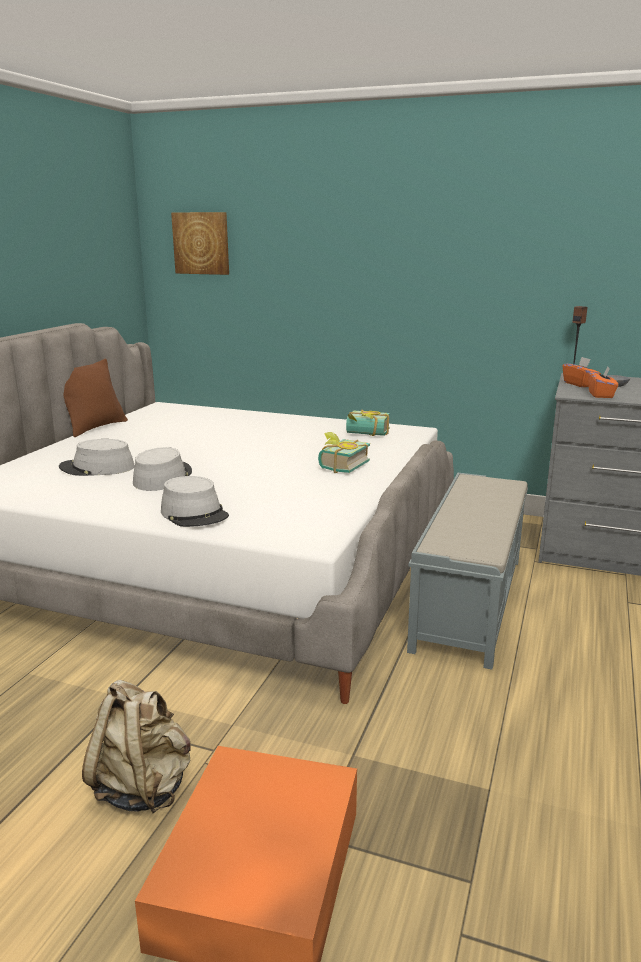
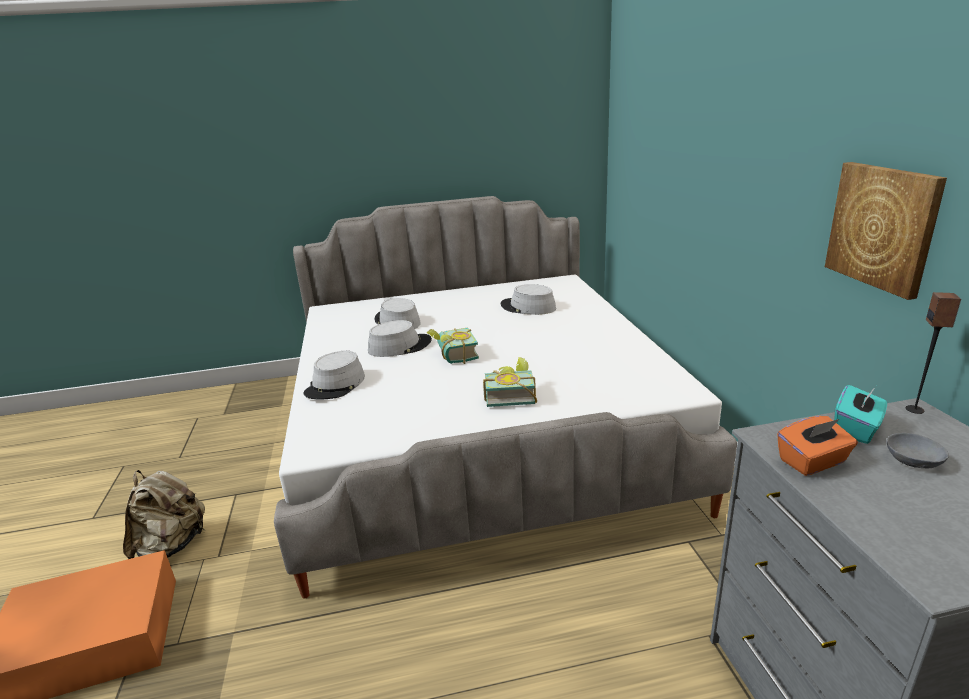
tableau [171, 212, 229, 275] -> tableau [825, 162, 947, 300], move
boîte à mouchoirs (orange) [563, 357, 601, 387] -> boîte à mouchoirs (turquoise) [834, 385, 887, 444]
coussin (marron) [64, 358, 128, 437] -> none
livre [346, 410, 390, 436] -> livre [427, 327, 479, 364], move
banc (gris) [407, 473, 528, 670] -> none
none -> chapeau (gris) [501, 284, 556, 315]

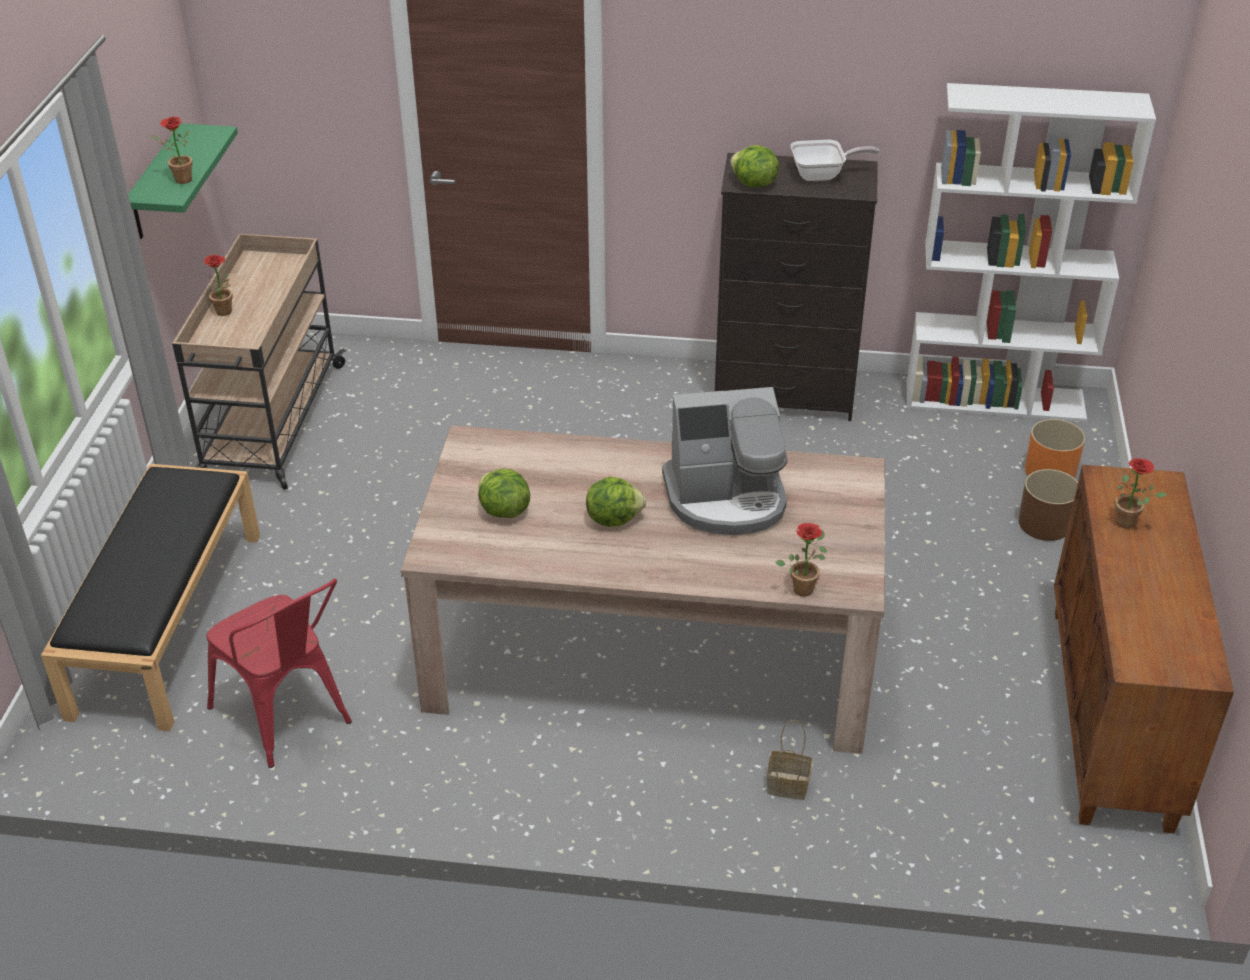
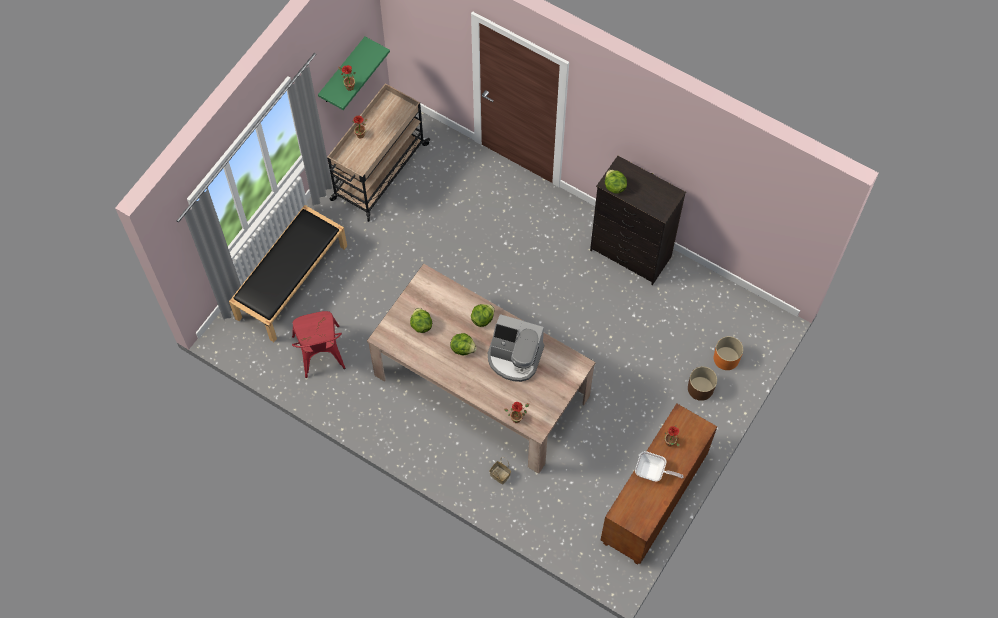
bibliothèque (blanc) [907, 83, 1156, 422] -> none
poêle [791, 140, 880, 181] -> poêle [635, 451, 684, 481], move
none -> laitue [471, 304, 495, 327]

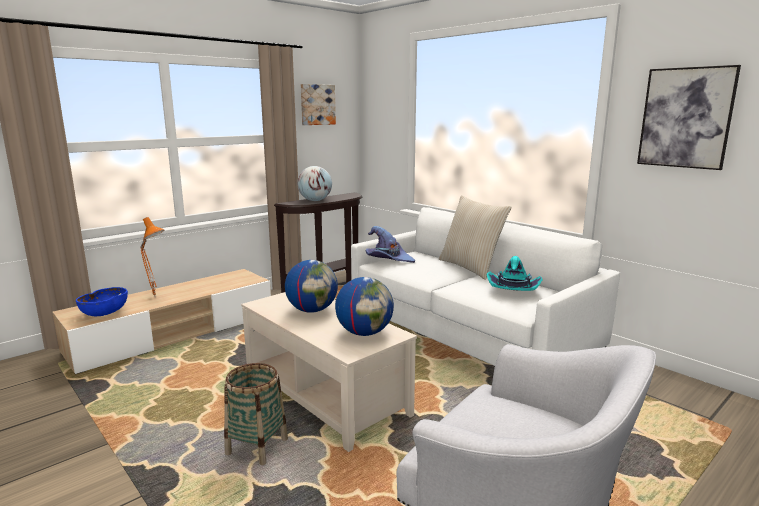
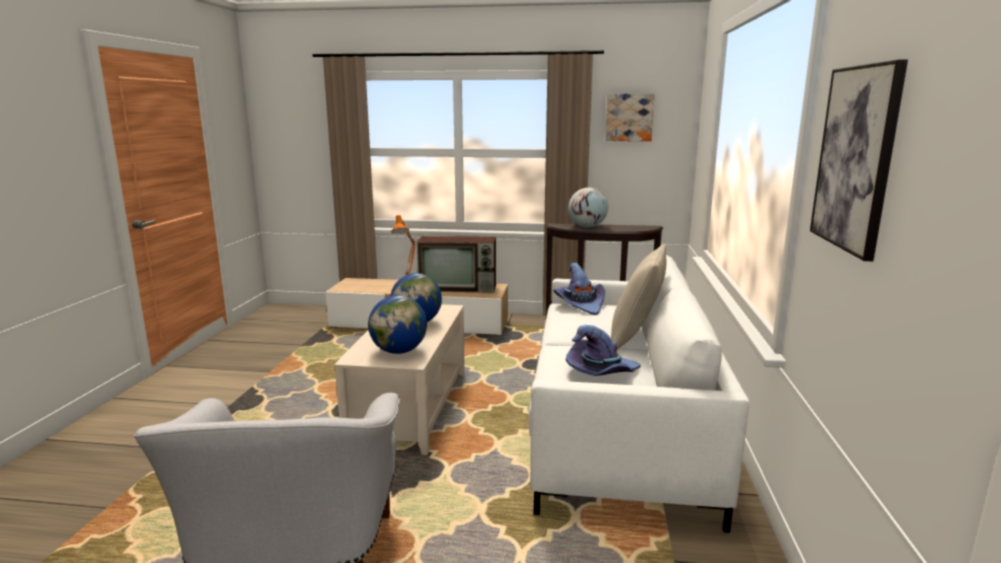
chapeau (turquoise) [487, 256, 542, 291] -> chapeau (violet) [566, 325, 641, 376]
bol (bleu) [76, 287, 128, 316] -> none
panier [224, 363, 288, 465] -> none
none -> téléviseur [416, 236, 496, 293]

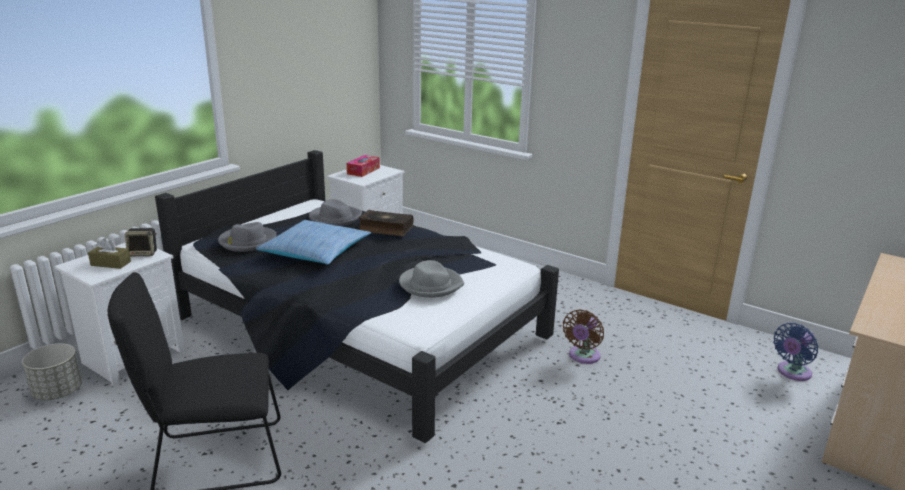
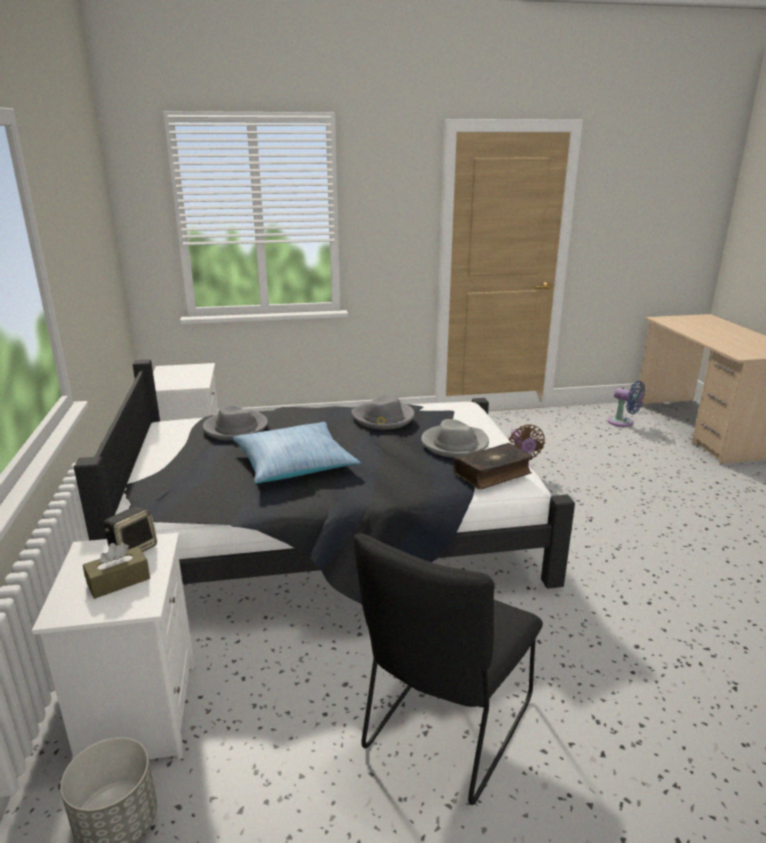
boîte à mouchoirs [347, 155, 380, 177] -> none
livre [358, 210, 413, 237] -> livre [453, 443, 533, 489], move
chapeau (gris) [218, 222, 277, 252] -> chapeau (gris) [351, 394, 415, 429], move
ventilateur (bleu) [773, 323, 819, 381] -> ventilateur (bleu) [608, 381, 645, 427], 60 degrees counterclockwise

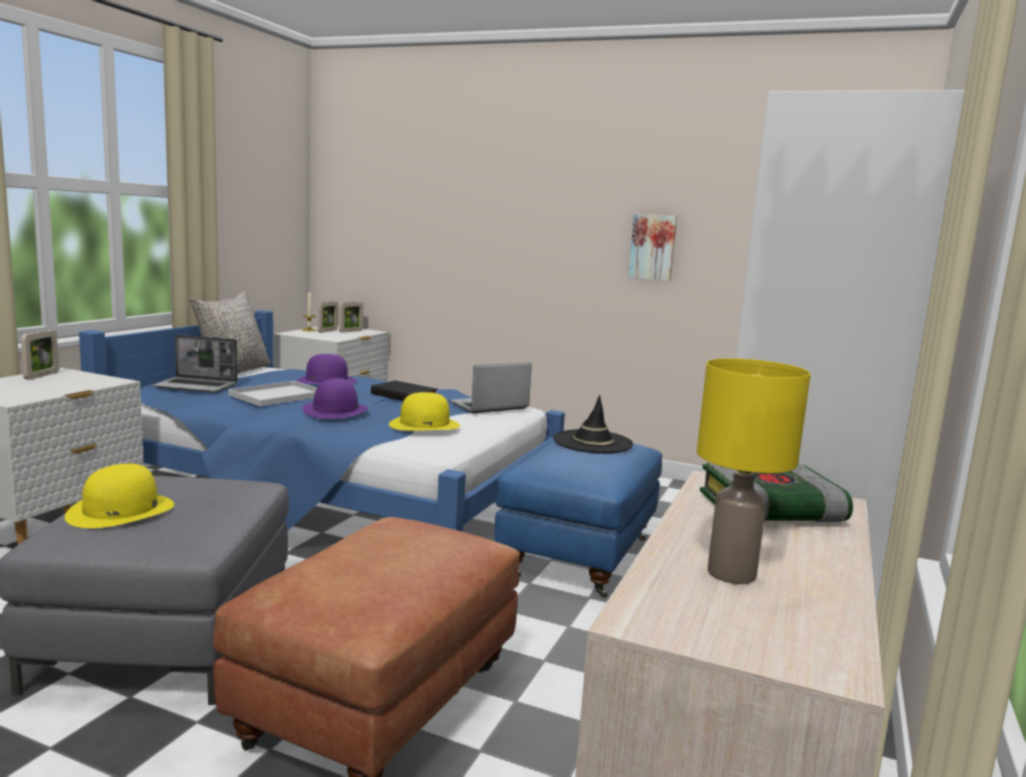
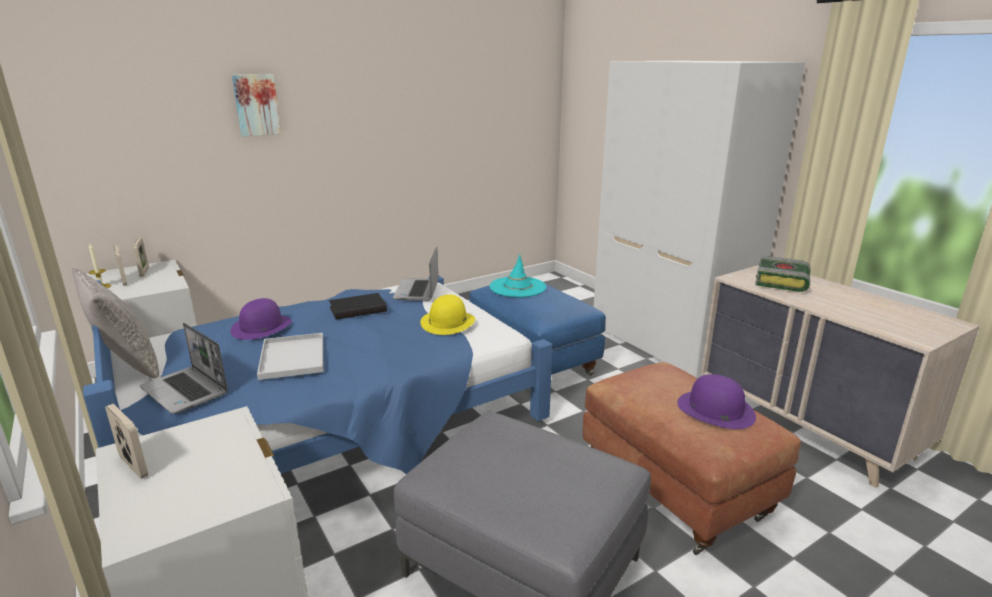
tableau [628, 214, 677, 281] -> tableau [232, 74, 281, 137], move
ordinateur portable [152, 335, 238, 393] -> ordinateur portable [140, 323, 228, 414], 90 degrees clockwise
lampe de table (jaune) [697, 358, 811, 584] -> none
chapeau (violet) [302, 378, 368, 419] -> chapeau (violet) [677, 374, 756, 429], move
chapeau (noir) [553, 395, 633, 453] -> chapeau (turquoise) [490, 254, 546, 297]
chapeau (jaune) [65, 464, 174, 528] -> none

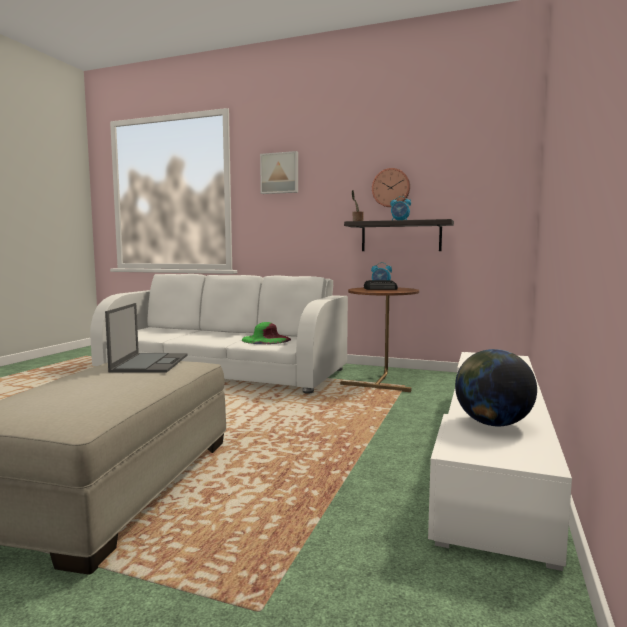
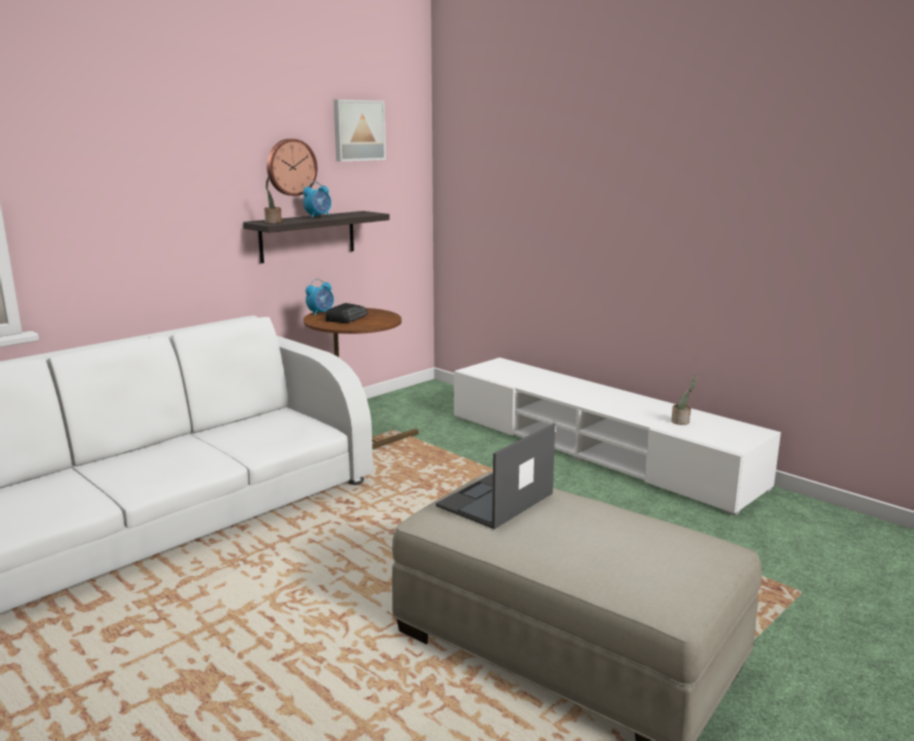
tableau [260, 151, 298, 194] -> tableau [334, 99, 386, 162], move
ordinateur portable [105, 303, 187, 372] -> ordinateur portable [436, 423, 555, 529], 75 degrees counterclockwise
chapeau (vert) [241, 322, 291, 344] -> none
globe [455, 349, 537, 426] -> plante en pot [671, 375, 697, 425]

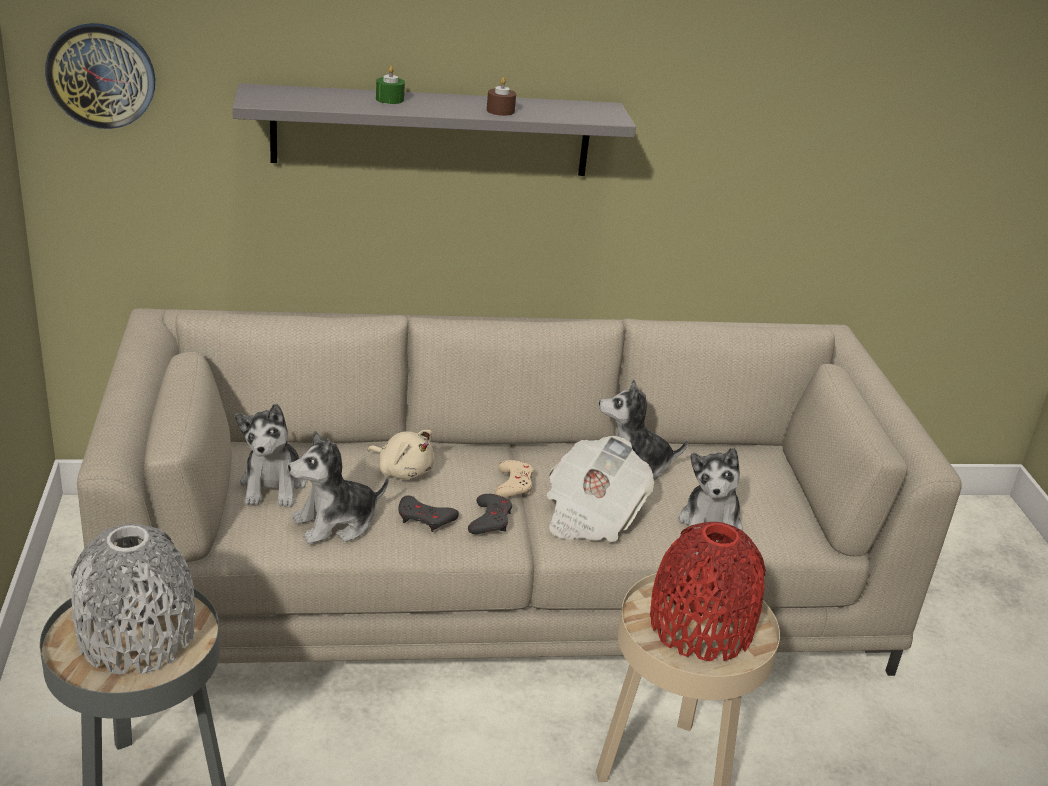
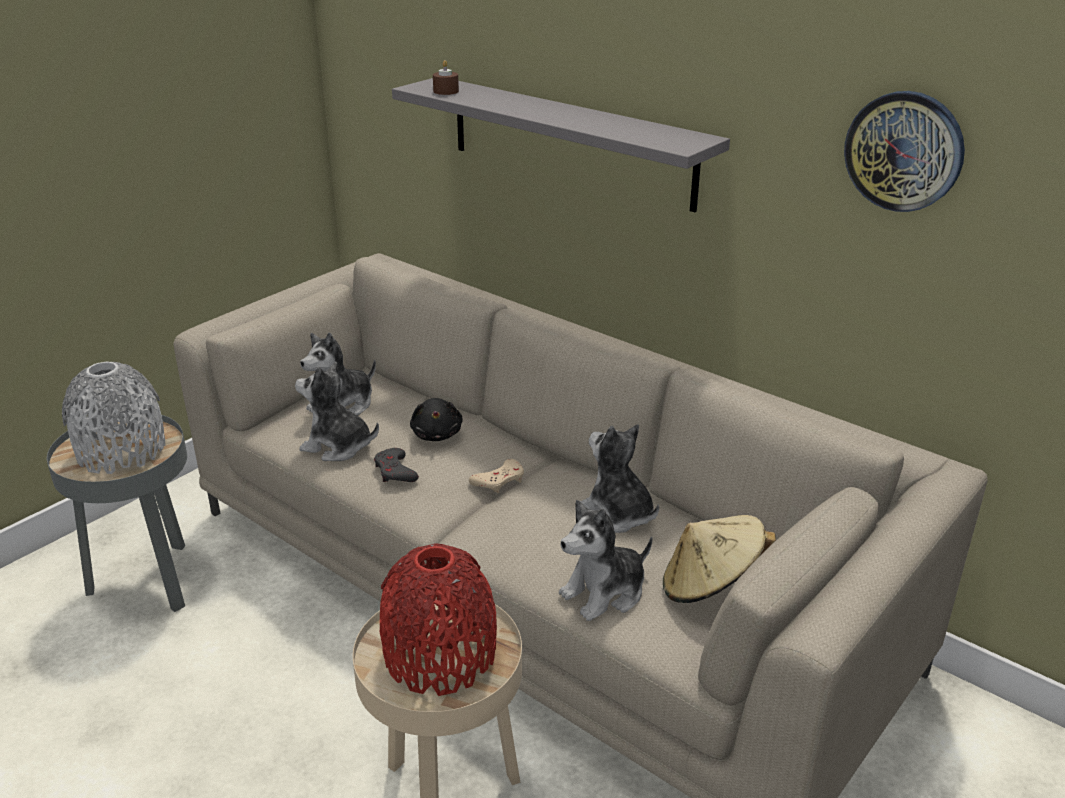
horloge murale [45, 23, 155, 129] -> horloge murale [844, 91, 965, 212], move
bougie (vert) [376, 66, 405, 104] -> none
bougie (marron) [487, 77, 516, 116] -> bougie (marron) [433, 60, 459, 95], move
peluche (beige) [367, 430, 434, 480] -> peluche (noir) [410, 398, 463, 441]
journal [546, 436, 654, 542] -> none
manette (gris) [468, 494, 512, 534] -> none
none -> chapeau (beige) [663, 515, 776, 603]

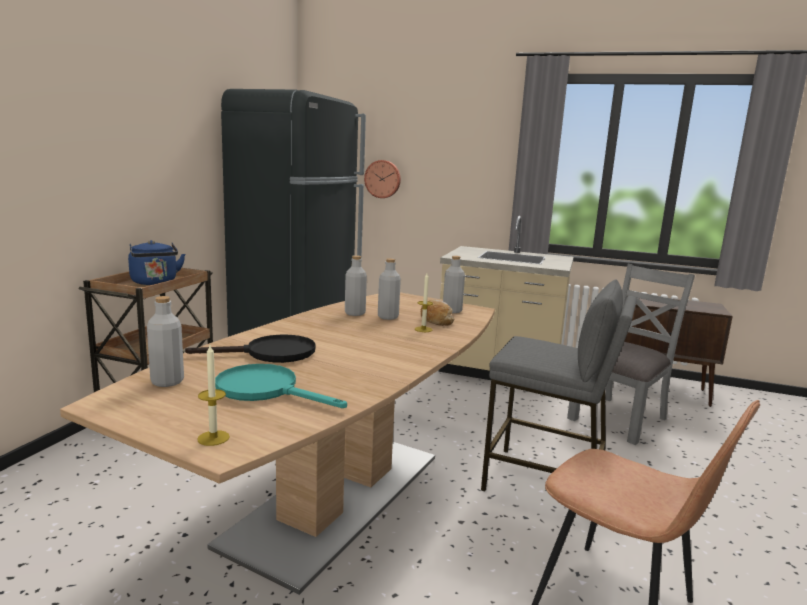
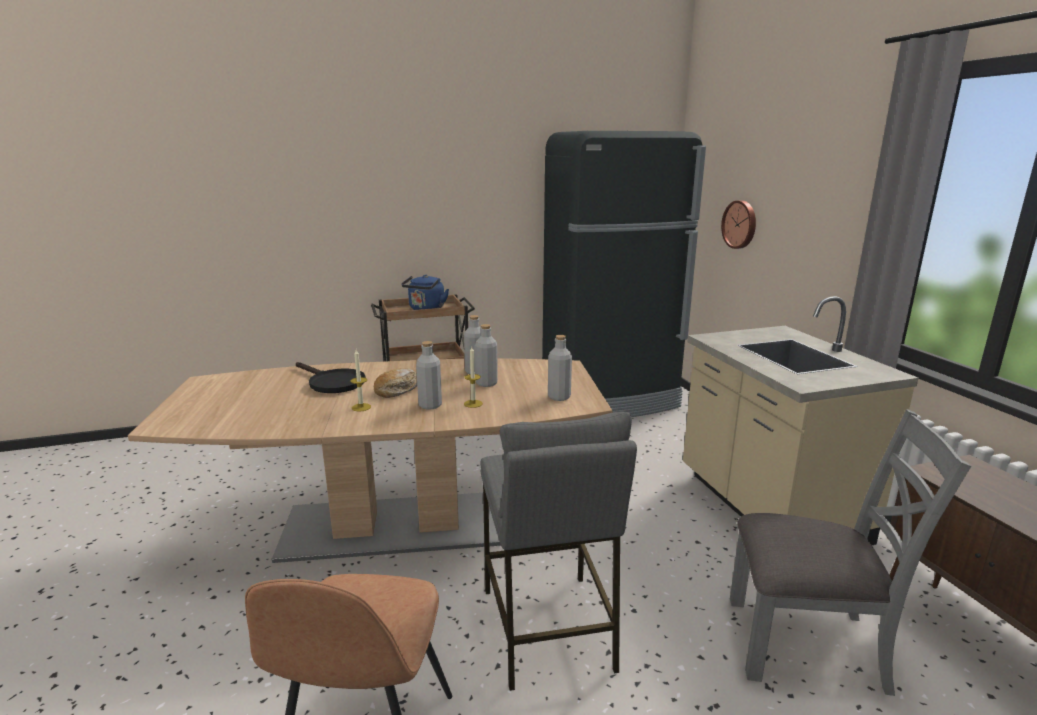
bouteille (gris) [147, 296, 184, 387] -> bouteille (gris) [416, 341, 442, 410], move
pain [421, 300, 455, 326] -> pain [374, 368, 417, 398], move
bougie [197, 345, 230, 446] -> bougie [351, 350, 371, 412], move
poêle (turquoise) [215, 364, 347, 408] -> none

